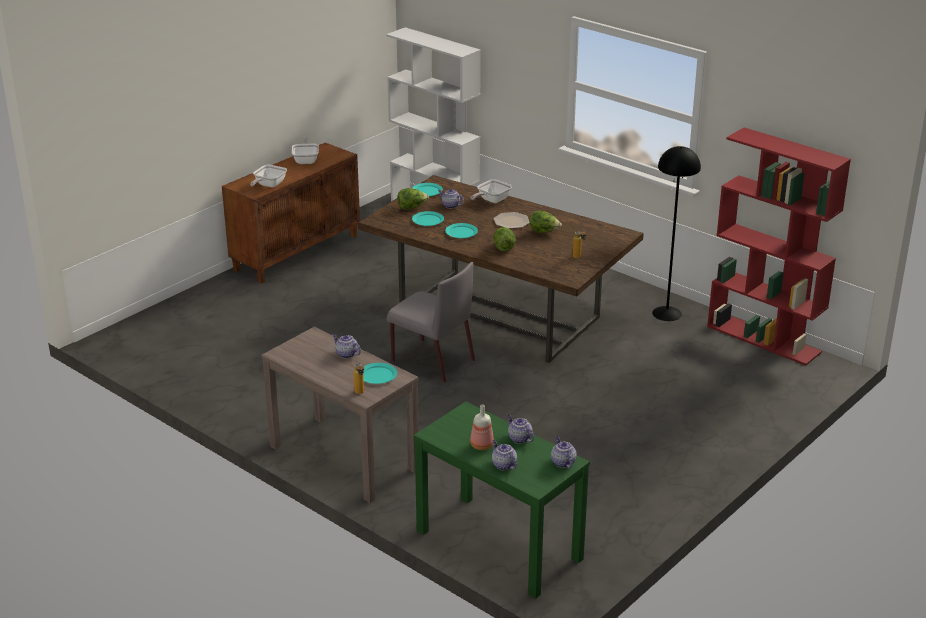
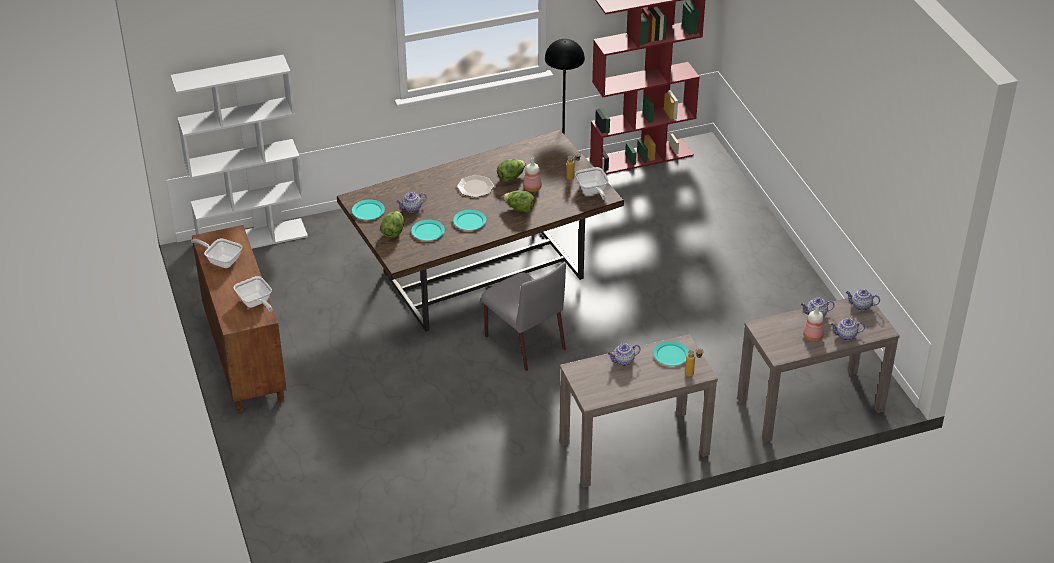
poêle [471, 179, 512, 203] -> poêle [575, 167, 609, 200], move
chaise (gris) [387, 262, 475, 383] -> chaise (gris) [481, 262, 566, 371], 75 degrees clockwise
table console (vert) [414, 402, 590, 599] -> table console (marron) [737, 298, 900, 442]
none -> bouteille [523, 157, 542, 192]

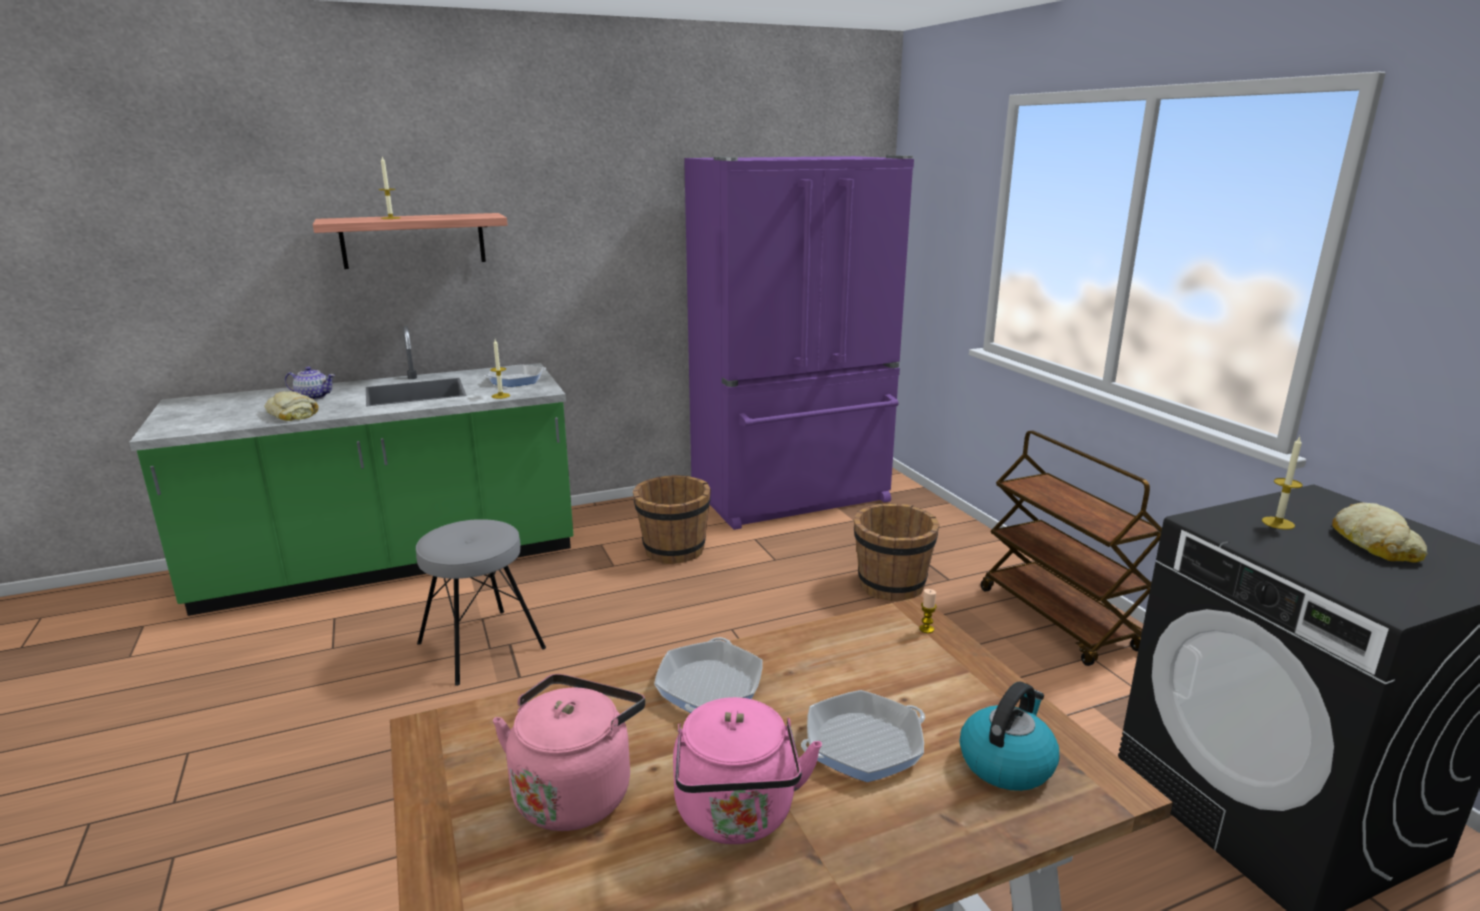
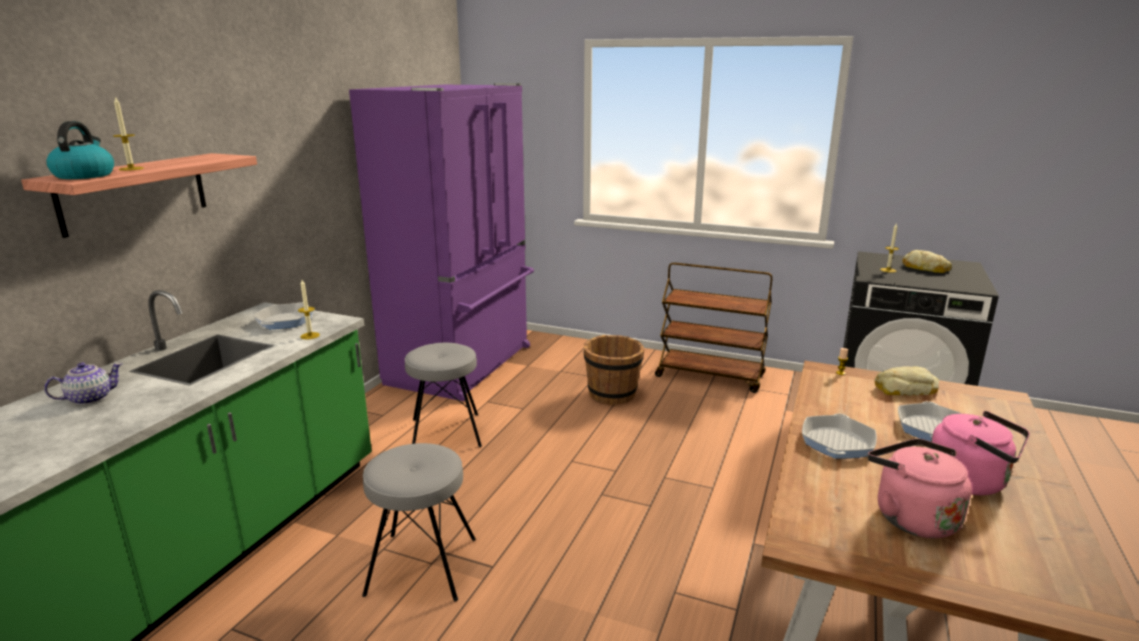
pain [265, 392, 319, 421] -> pain [875, 366, 939, 396], move
seau (marron) [633, 475, 711, 564] -> tabouret (gris) [405, 343, 482, 447]
poêle [654, 637, 762, 713] -> poêle [802, 413, 877, 459], 120 degrees counterclockwise
bouilloire [960, 682, 1059, 791] -> bouilloire [46, 121, 114, 179], move

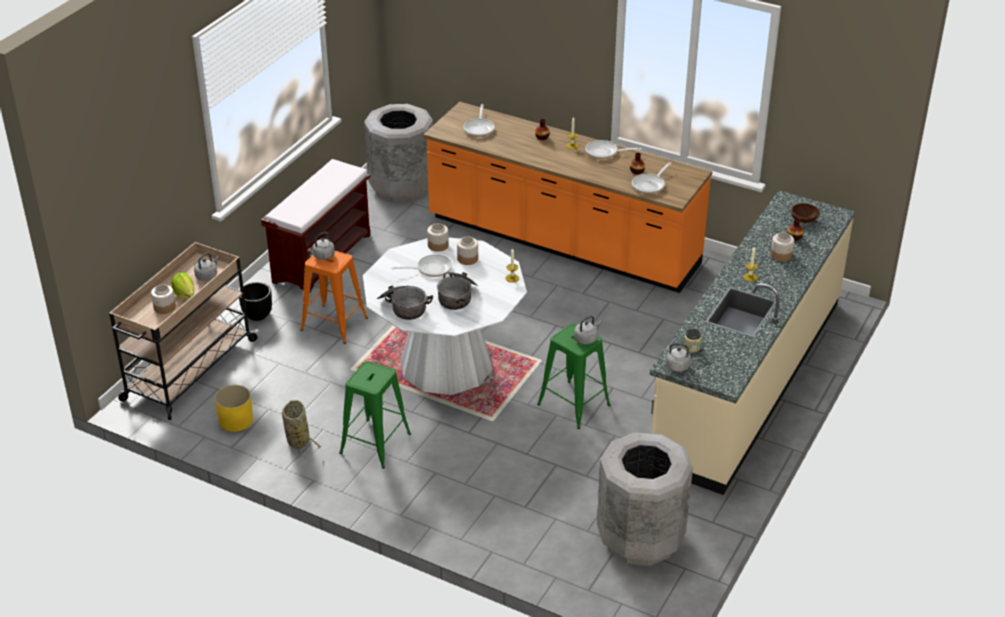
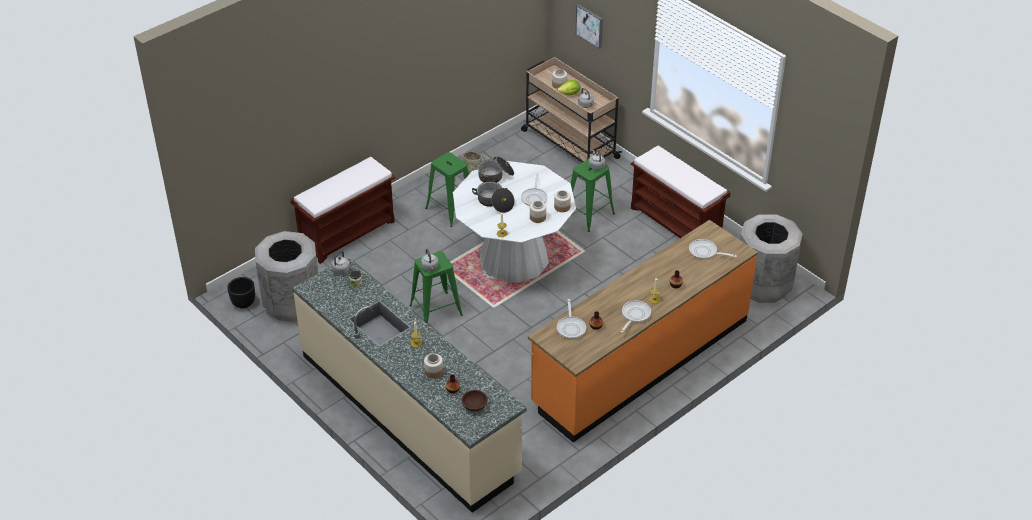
poêle [632, 162, 672, 194] -> poêle [557, 299, 586, 339], 150 degrees counterclockwise
tabouret (orange) [300, 251, 368, 344] -> tabouret (vert) [571, 158, 615, 232]
cache-pot (noir) [239, 282, 272, 321] -> cache-pot (noir) [227, 277, 255, 309], move
cache-pot (jaune) [215, 385, 253, 432] -> none
none -> tableau [575, 4, 603, 49]
none -> banc (marron) [290, 157, 395, 264]

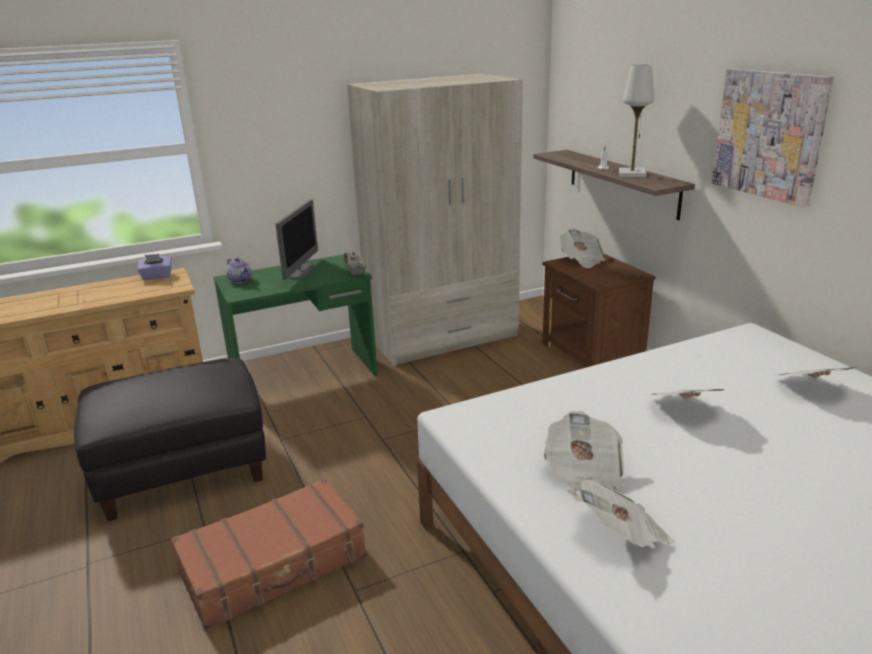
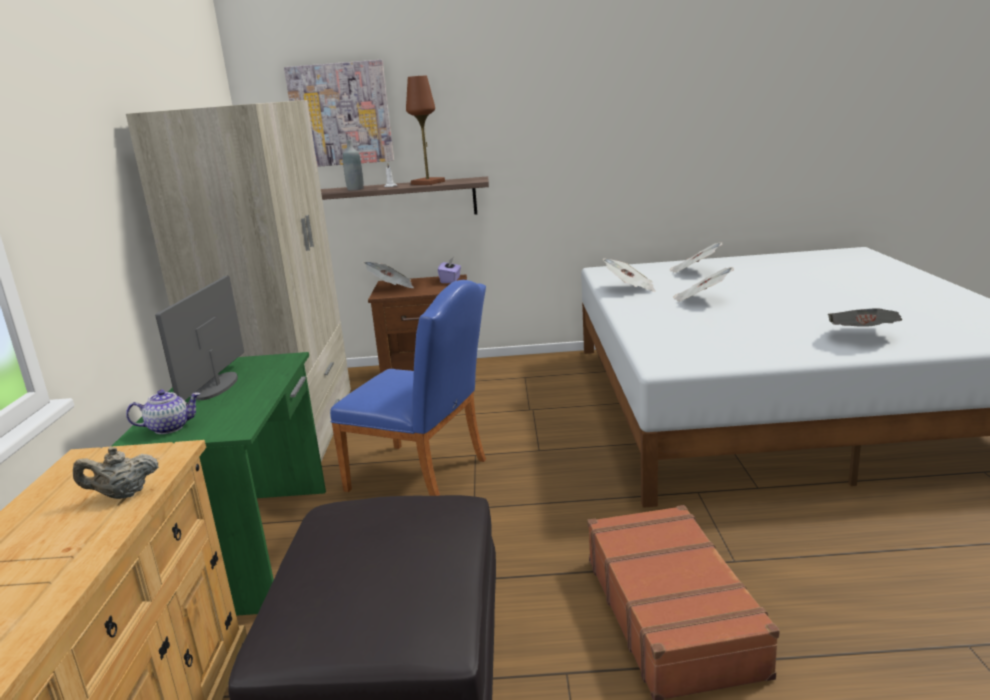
lampe de table (blanc) [619, 65, 654, 177] -> lampe de table (marron) [406, 75, 445, 185]
tableau [712, 69, 834, 207] -> tableau [284, 60, 394, 167], move
écran d'ordinateur [275, 200, 318, 279] -> écran d'ordinateur [155, 276, 244, 400], 120 degrees counterclockwise
théière (beige) [344, 251, 367, 275] -> théière (beige) [73, 447, 159, 499], move
boîte à mouchoirs (violet) [137, 254, 172, 280] -> boîte à mouchoirs (violet) [438, 258, 461, 283], move
journal [544, 411, 624, 502] -> journal [602, 258, 656, 292], move
none -> bouteille (gris) [343, 140, 364, 191]
none -> chaise (bleu) [330, 280, 486, 496]

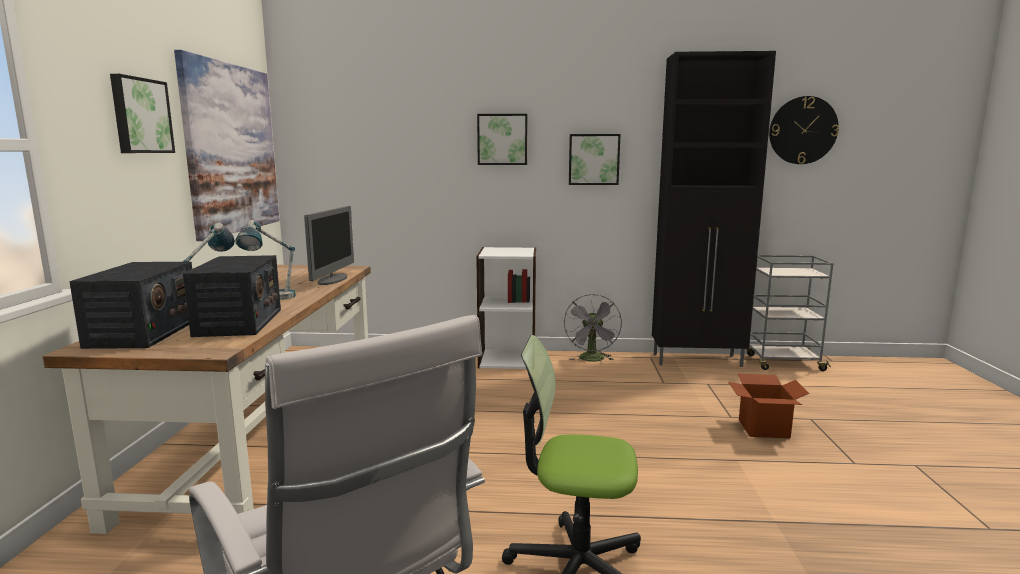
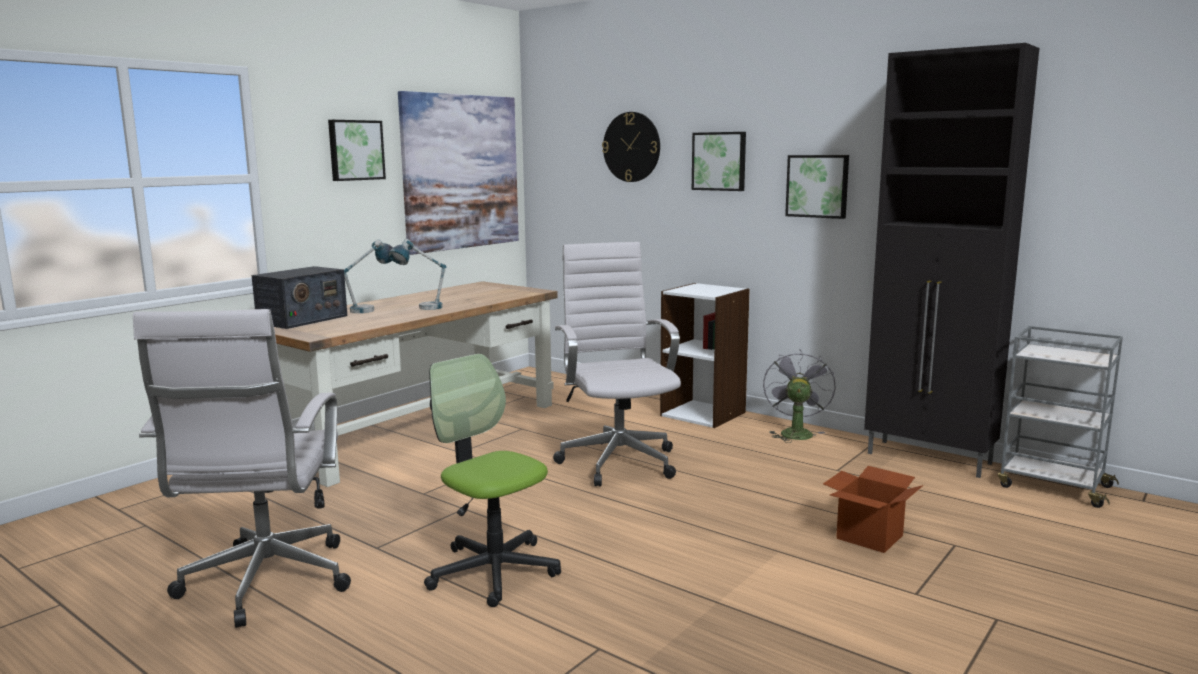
horloge murale [769, 96, 839, 164] -> horloge murale [602, 112, 660, 182], move
écran d'ordinateur [304, 206, 354, 285] -> none
radio [183, 255, 281, 337] -> none
ventilateur (gris) [564, 294, 622, 362] -> ventilateur (gris) [763, 349, 836, 443], 150 degrees clockwise
none -> chaise de bureau (blanc) [553, 242, 681, 486]

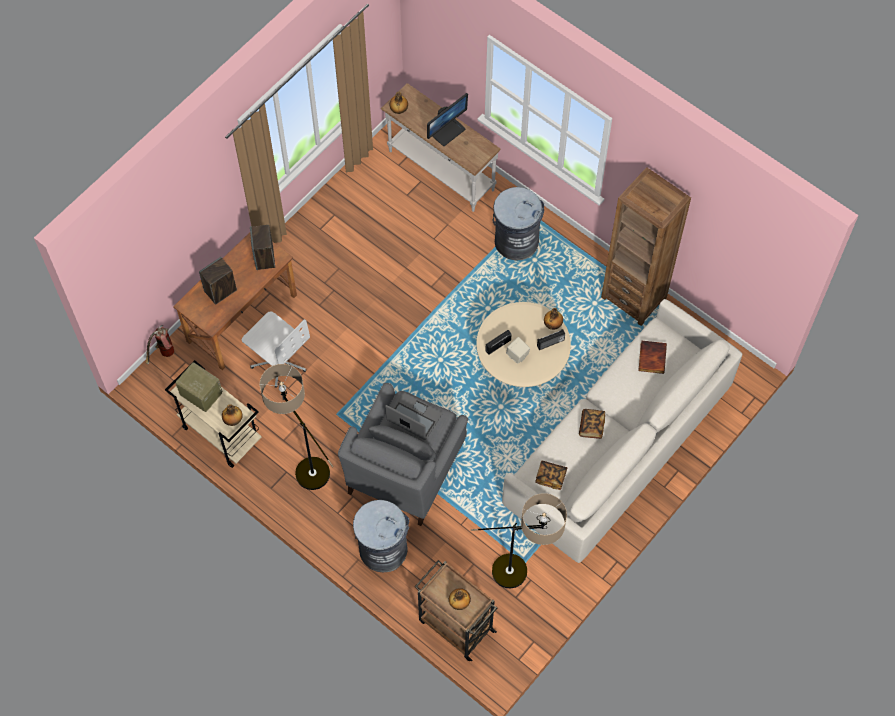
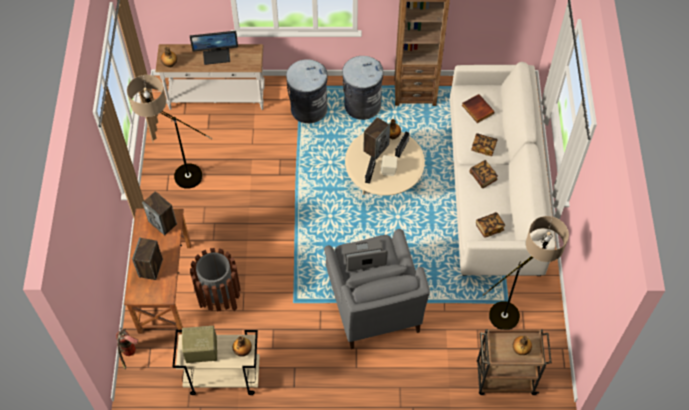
écran d'ordinateur [427, 93, 468, 146] -> écran d'ordinateur [190, 31, 238, 65], 75 degrees clockwise
chaise de bureau (blanc) [242, 311, 310, 388] -> poubelle (marron) [190, 248, 241, 311]
lampadaire [260, 364, 334, 490] -> lampadaire [127, 75, 212, 189], move
poubelle (gris) [353, 500, 410, 572] -> poubelle (gris) [342, 56, 383, 120], move
none -> enceinte [363, 117, 390, 159]
none -> livre [471, 133, 498, 156]

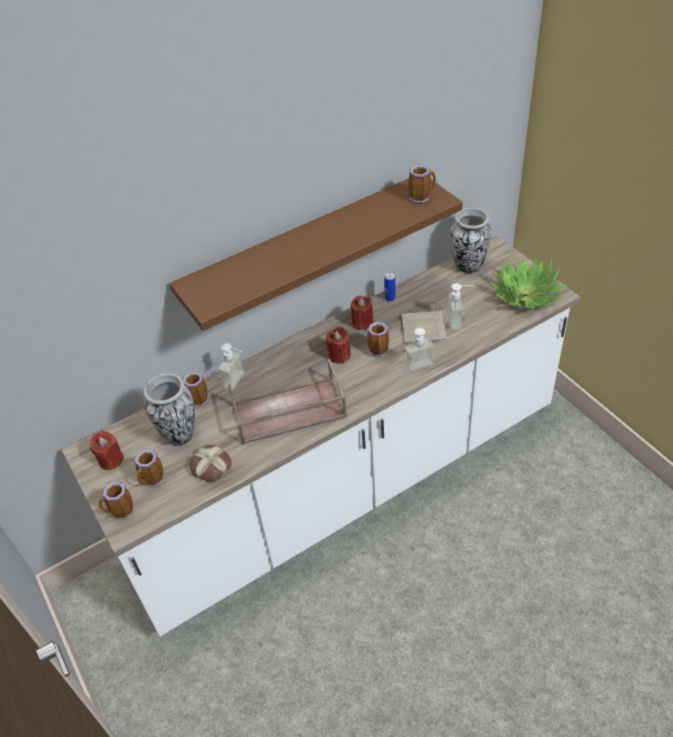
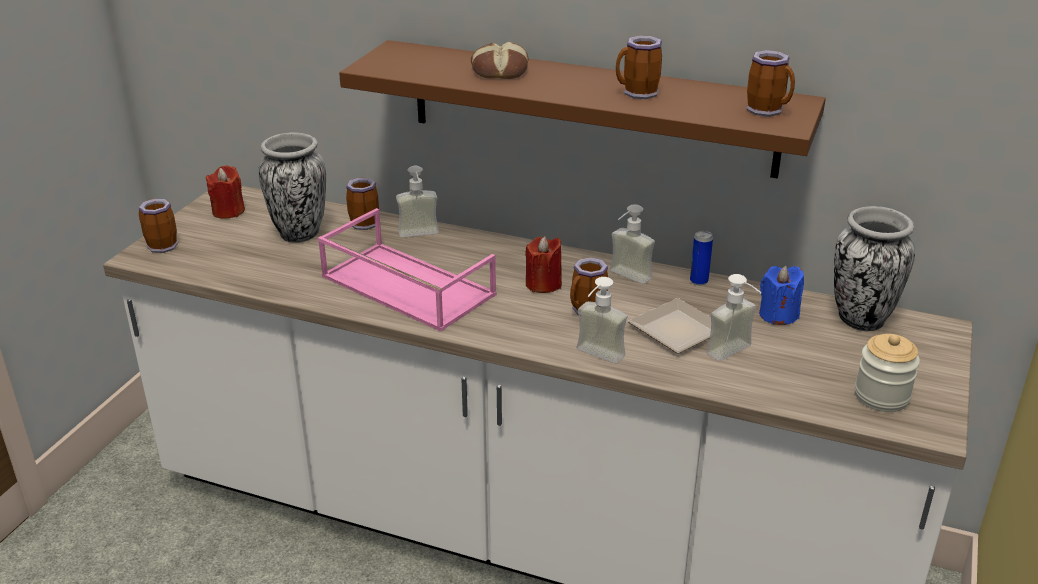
plante en pot [490, 258, 567, 309] -> bocal [855, 334, 920, 412]
bougie (rouge) [351, 295, 374, 330] -> distributeur de savon [610, 204, 655, 284]
plateau (marron) [227, 359, 347, 444] -> plateau (rose) [318, 208, 496, 332]
pain [190, 445, 232, 481] -> pain [471, 42, 528, 79], move
mug [134, 449, 164, 487] -> mug [616, 35, 662, 99], move
none -> bougie (bleu) [759, 266, 804, 325]

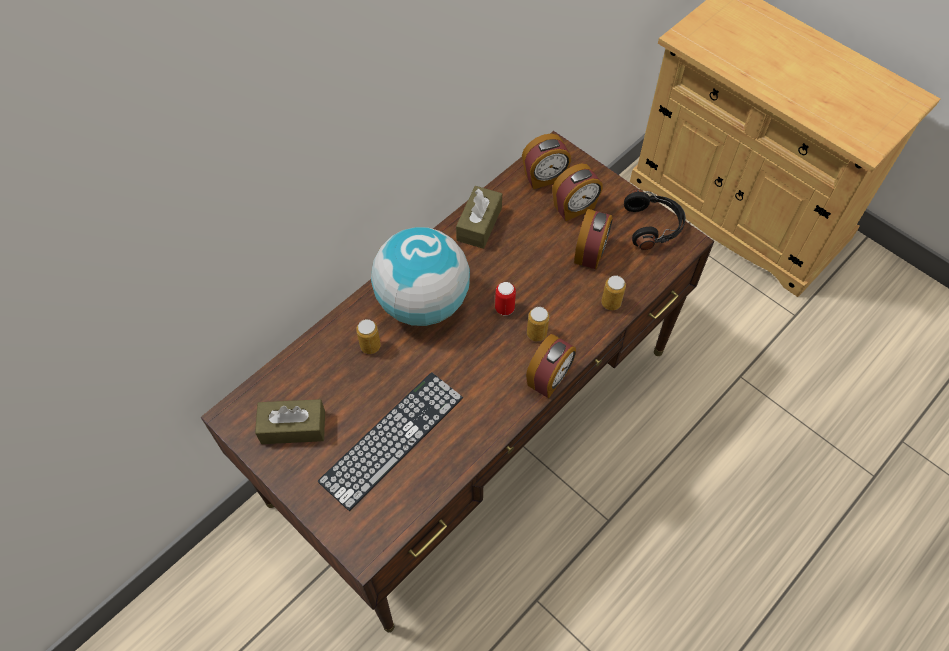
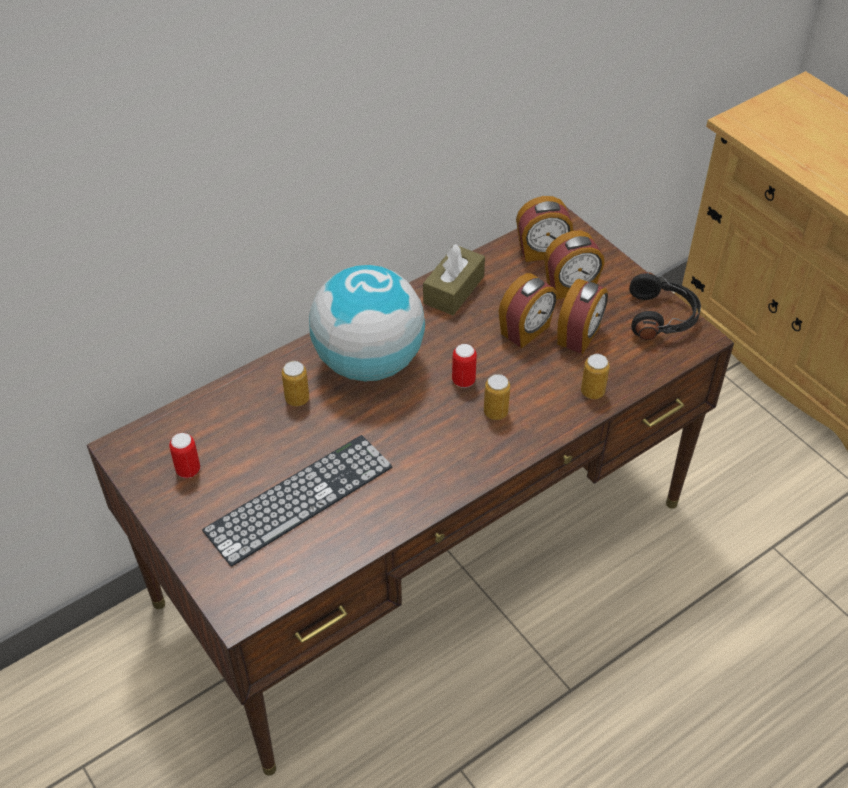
réveil [526, 334, 576, 398] -> réveil [498, 273, 557, 348], move
boîte à mouchoirs (marron) [255, 399, 325, 444] -> boîte métallique [169, 433, 200, 478]

